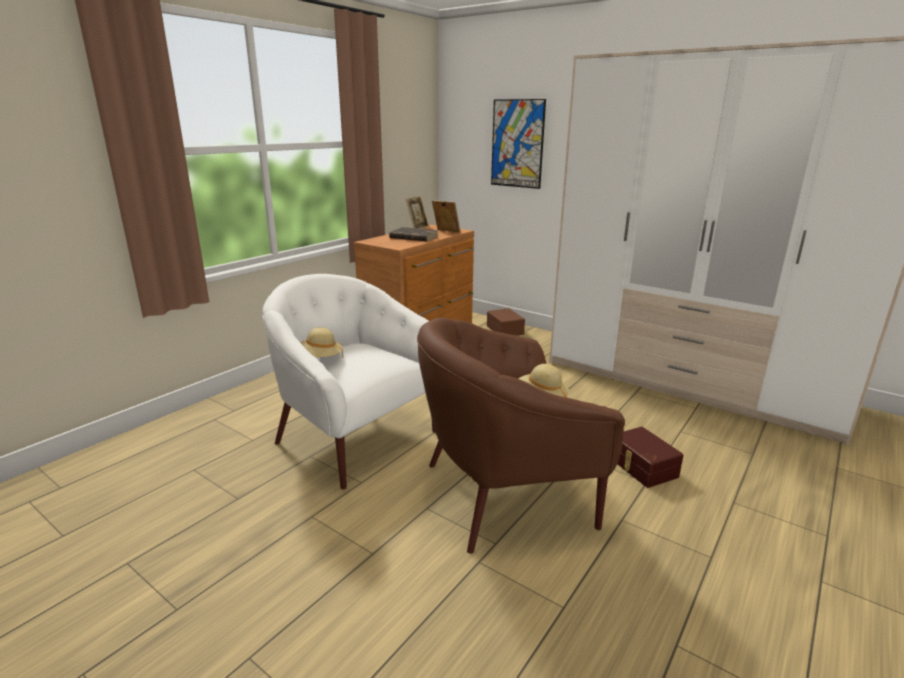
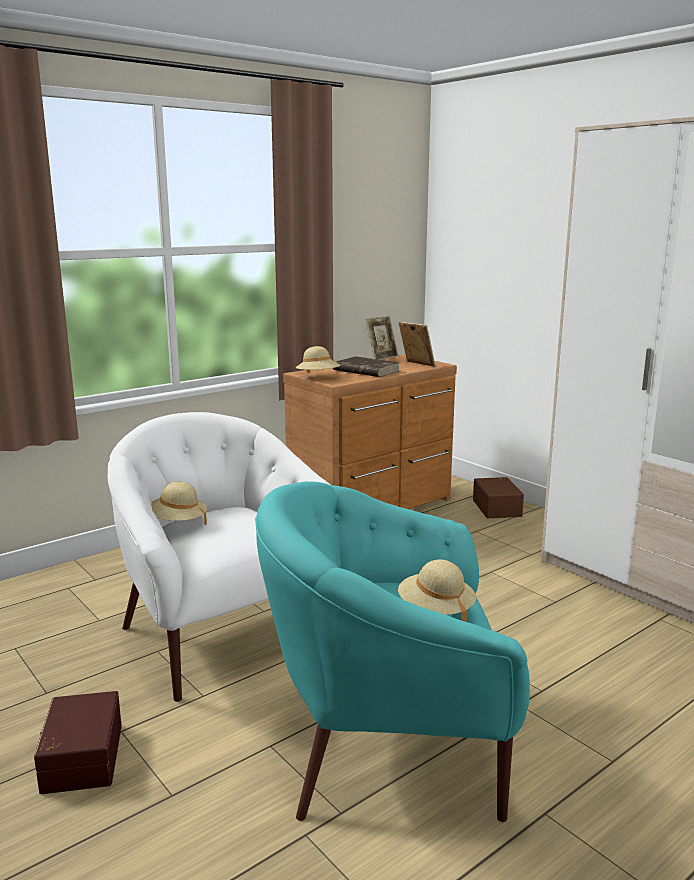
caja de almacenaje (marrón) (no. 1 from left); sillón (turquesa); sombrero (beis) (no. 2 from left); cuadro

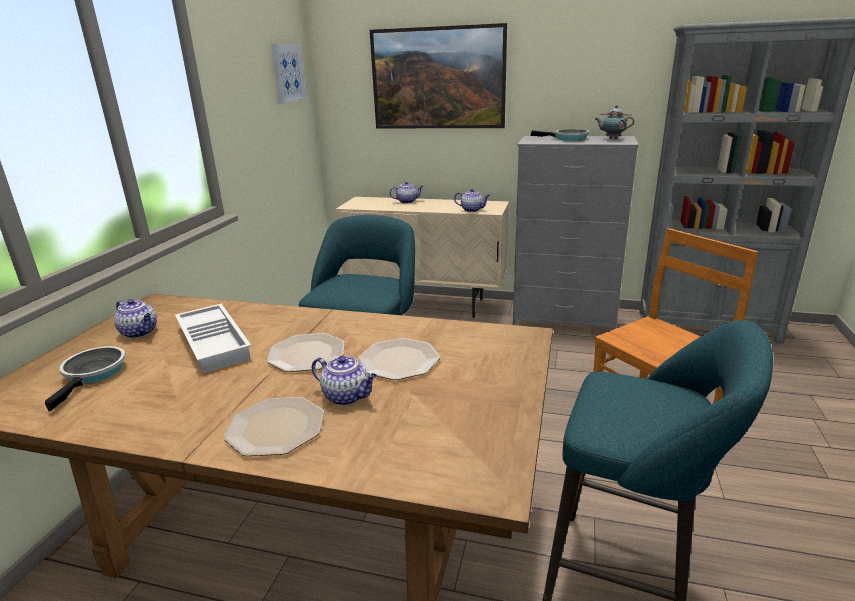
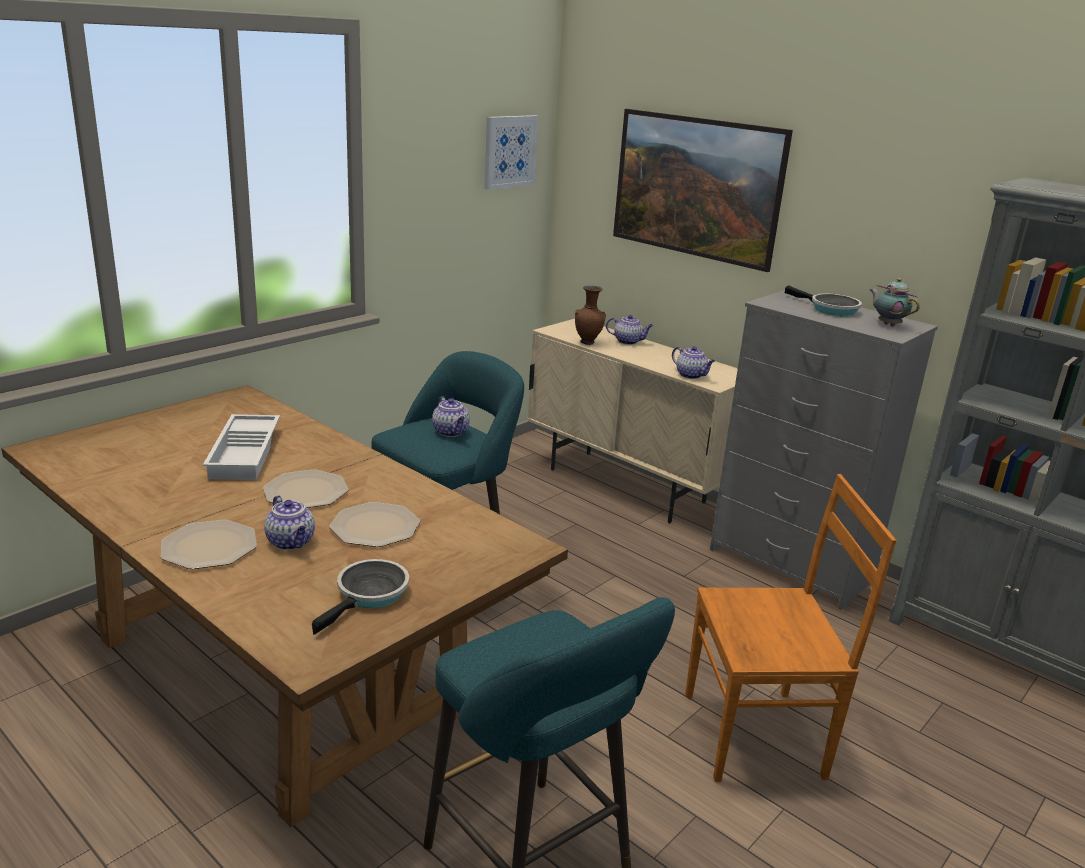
sartén (no. 1 from left); tetera (no. 2 from left); florero (marrón)

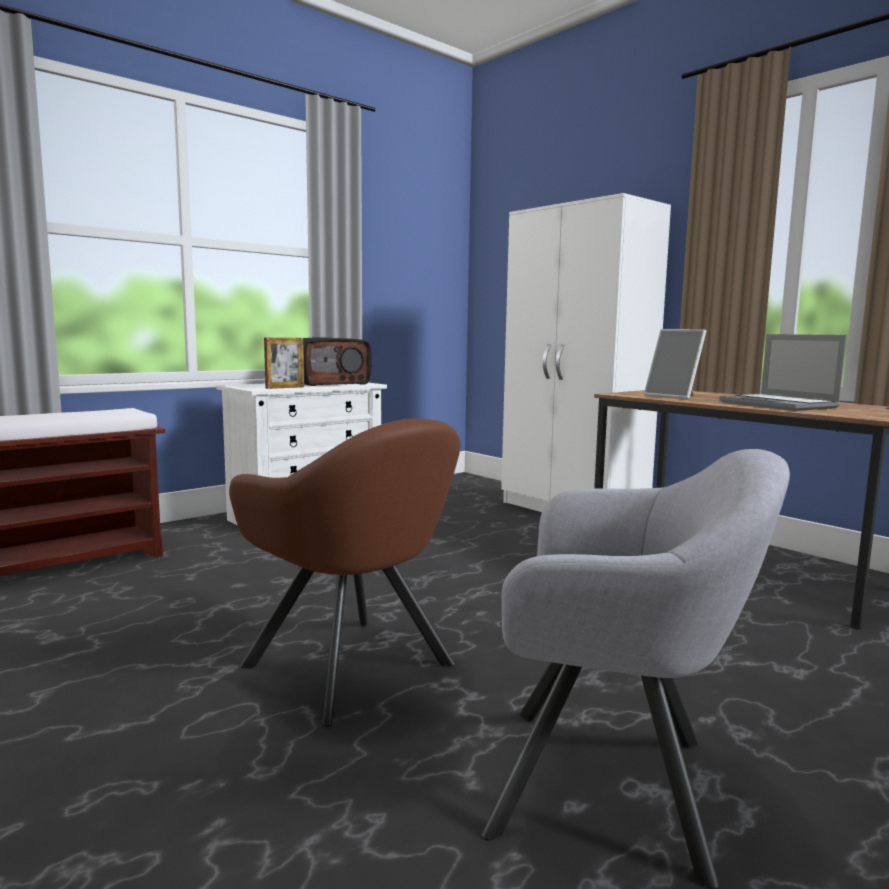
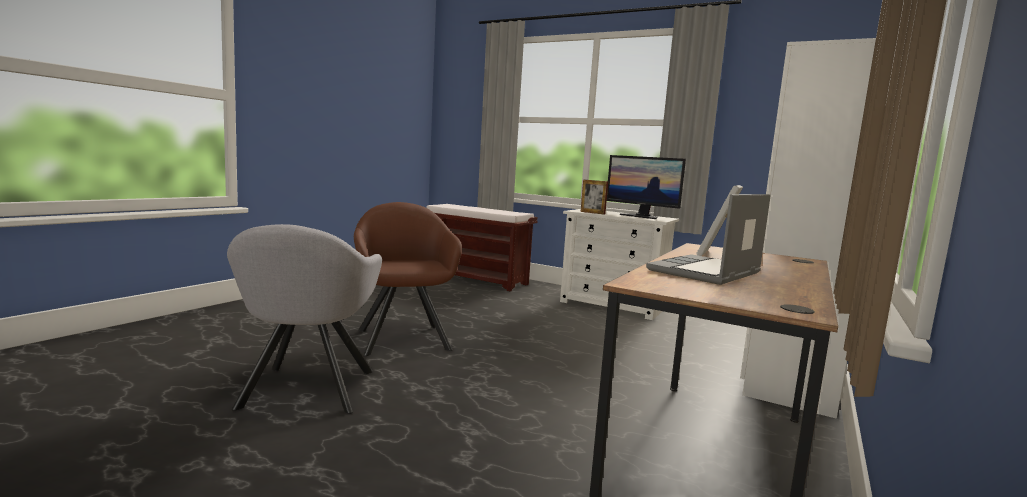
sillón (marrón); monitor

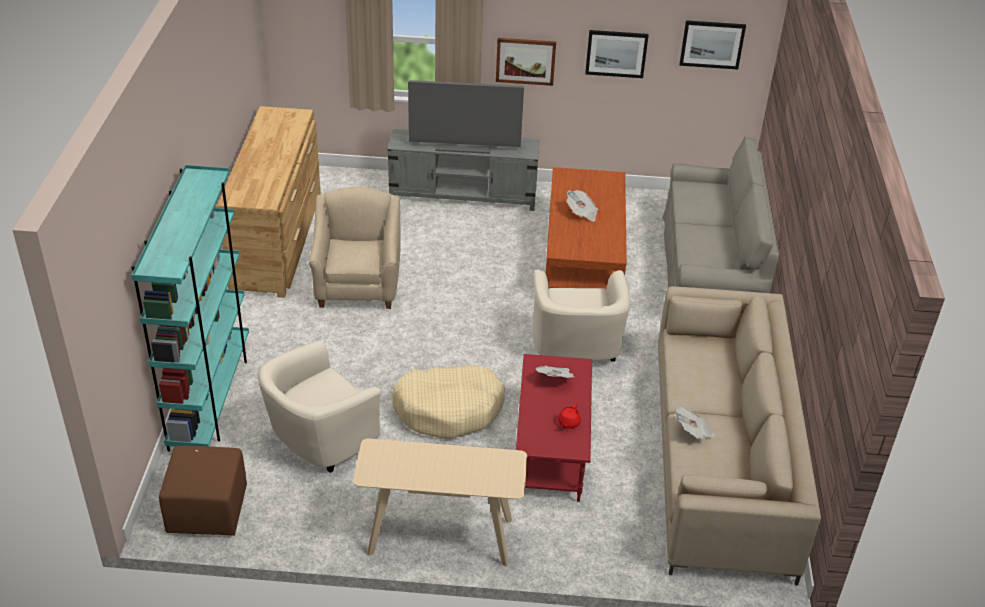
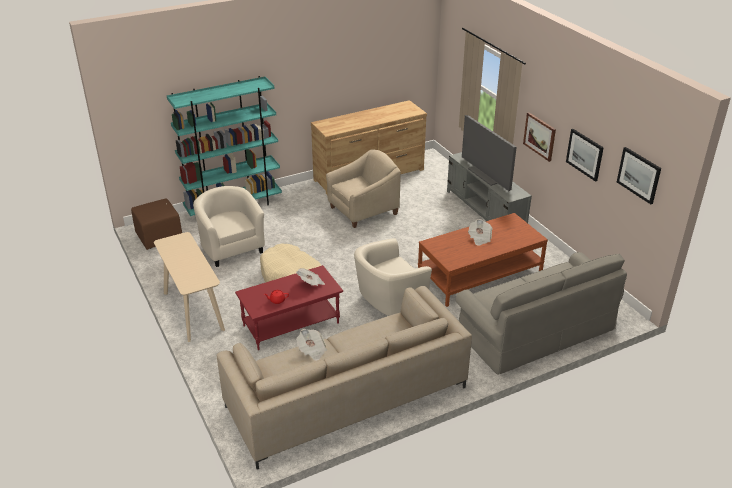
sillón (beis) (no. 1 from left)

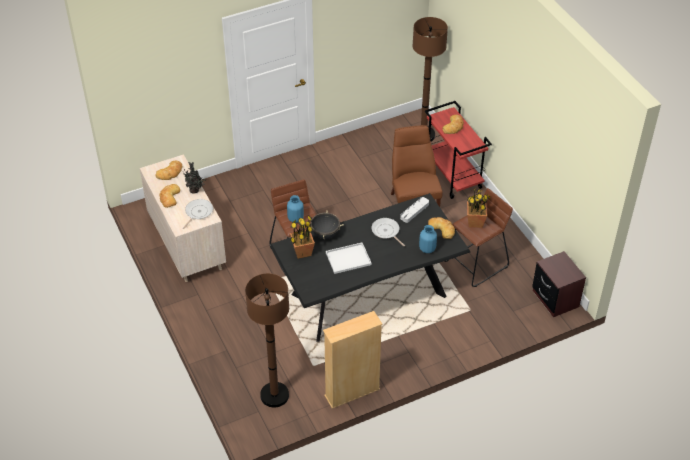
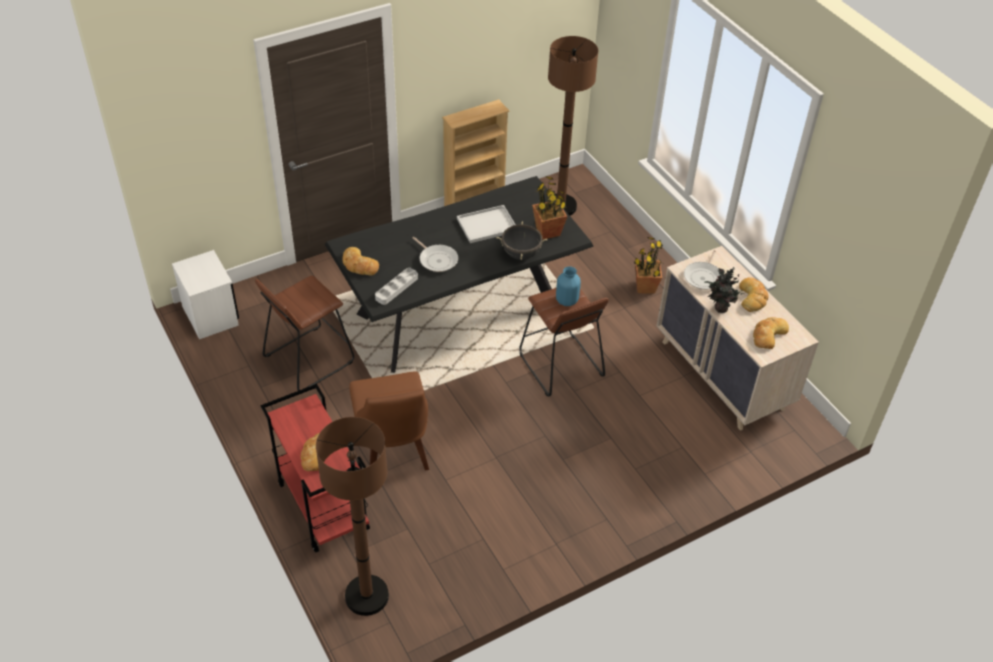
mesita de noche (blanco); planta en maceta (no. 2 from left); florero (azul) (no. 2 from left in the first image)

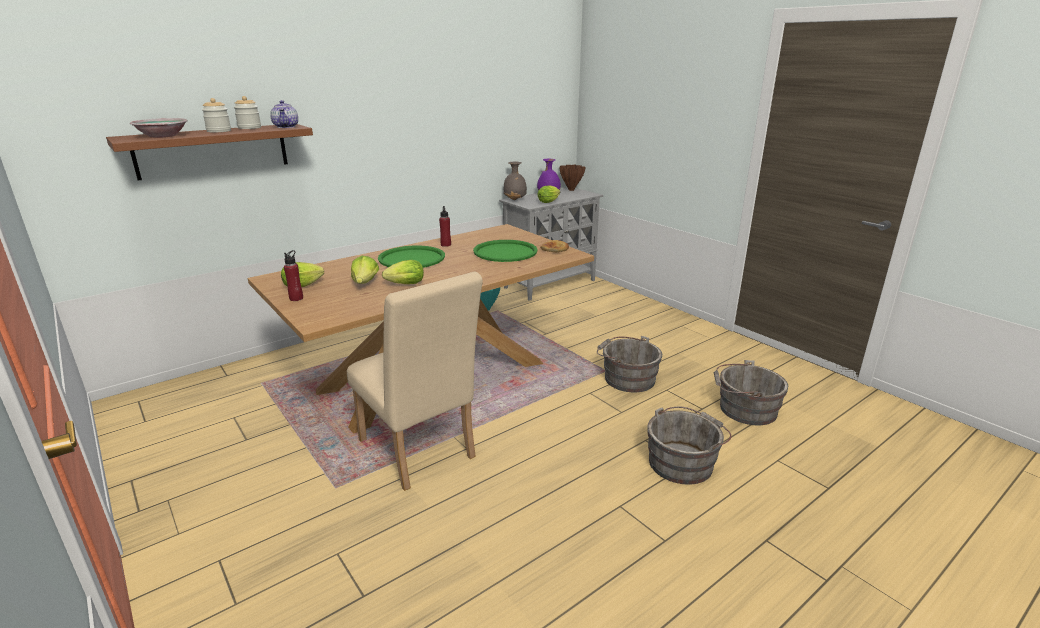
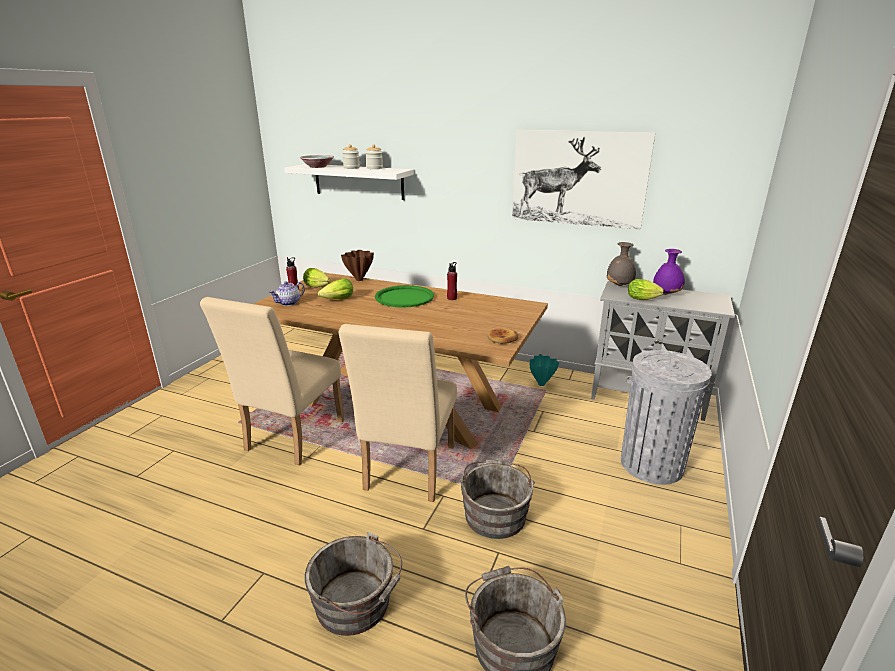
tetera; estante (blanco); silla (beis) (no. 2 from left); florero (marrón); cuadro; papelera (gris); lechuga (no. 3 from left in the first image); bandeja (verde) (no. 2 from left in the first image)

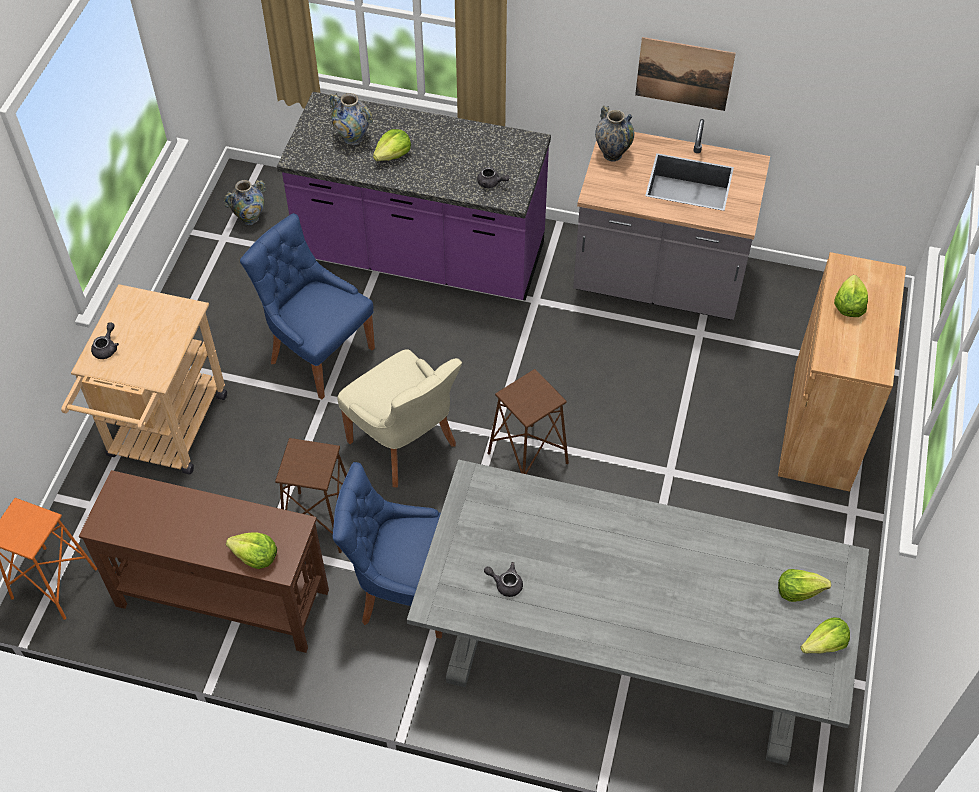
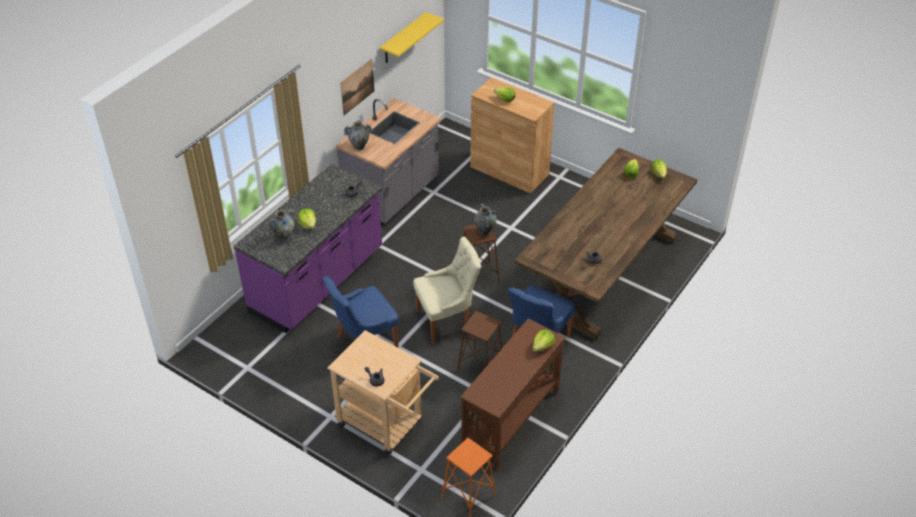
estante (amarillo); florero (no. 3 from left); mesa de comedor (marrón)

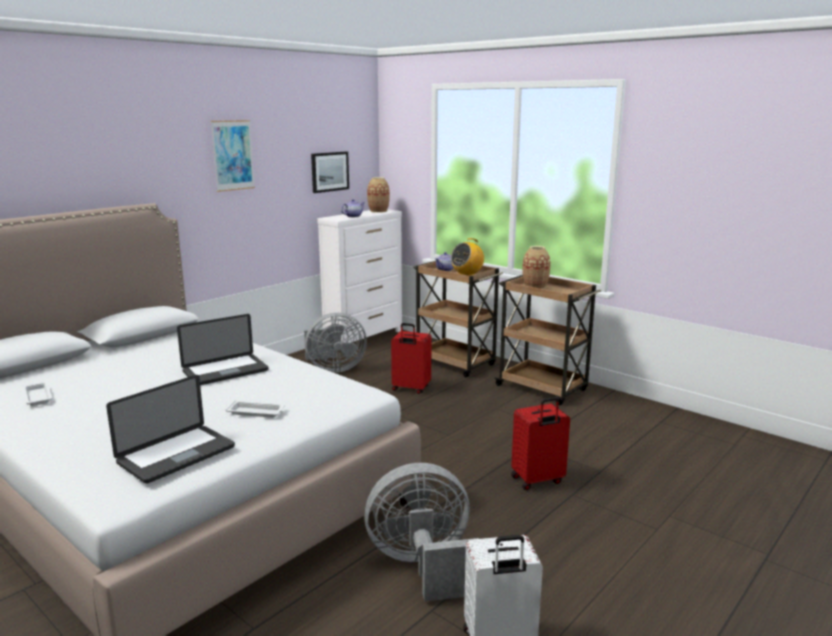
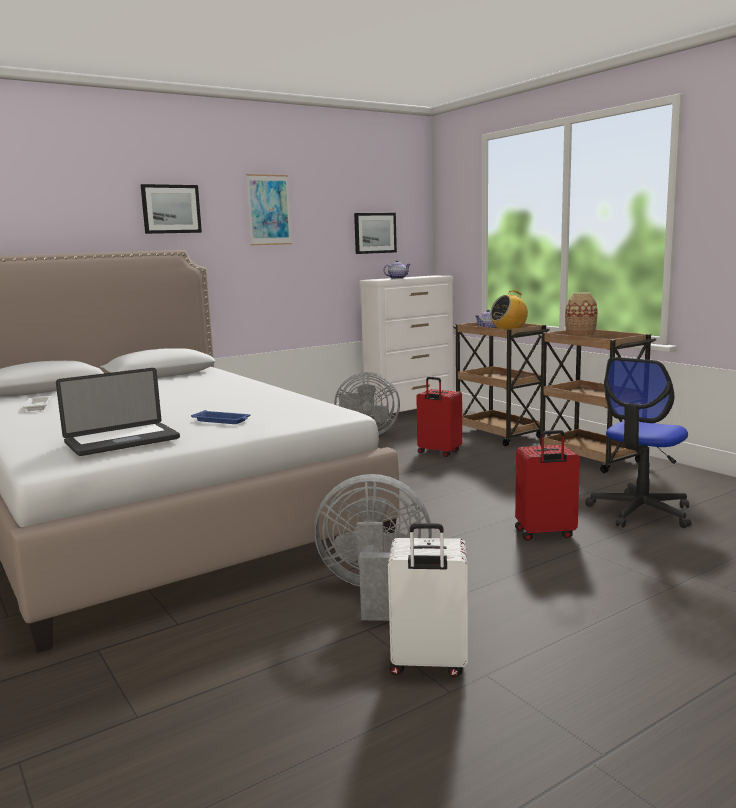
cuadro (no. 1 from left); bandeja (azul); silla de oficina; portátil (no. 2 from left in the first image); florero (no. 1 from left in the first image)

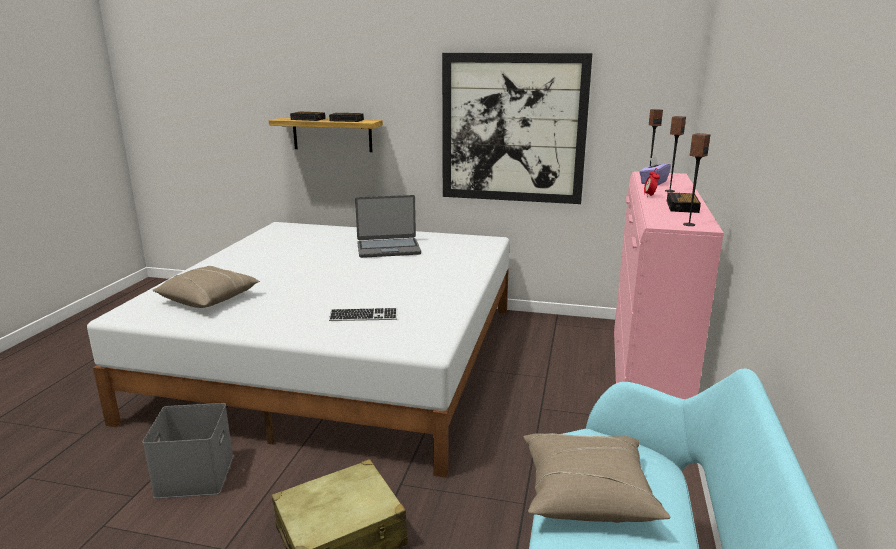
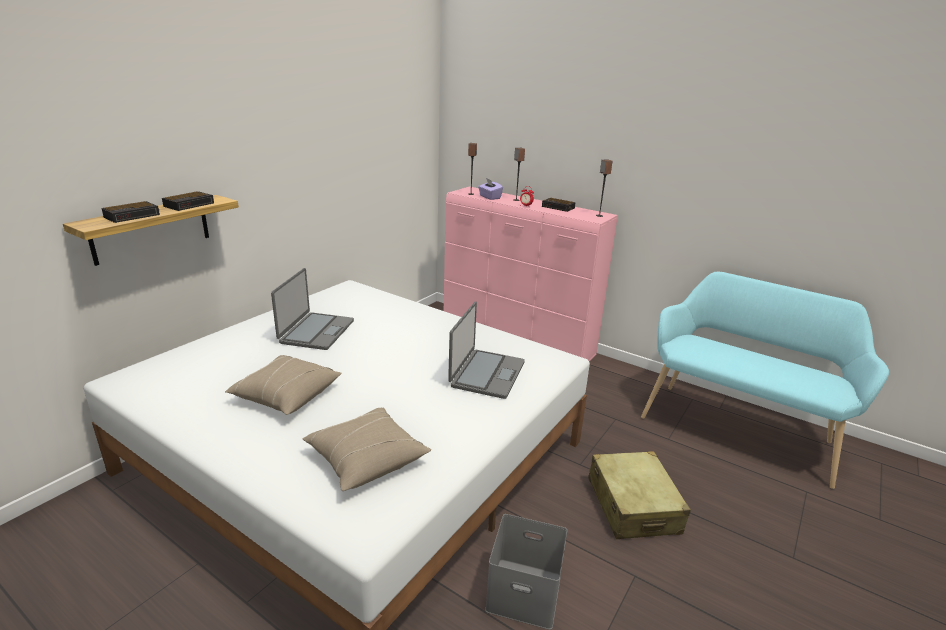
cojín (beis) (no. 1 from left); portátil (no. 2 from left); cuadro

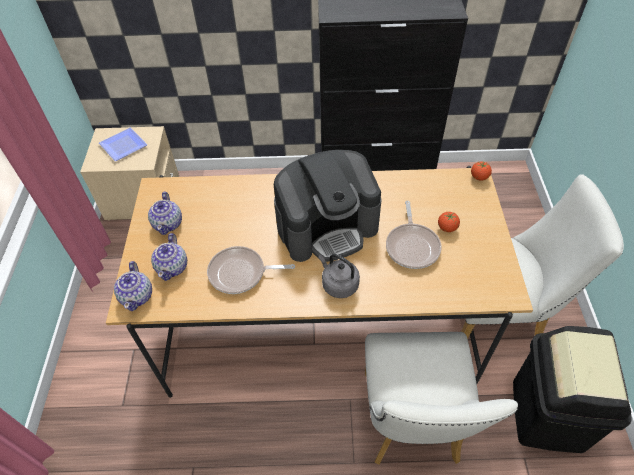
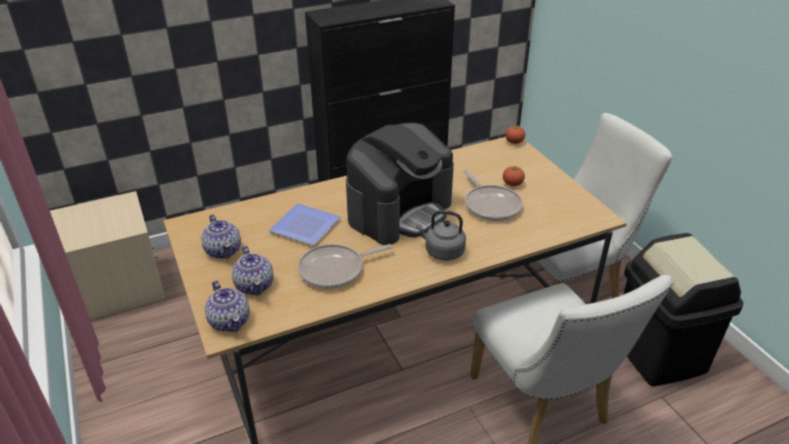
plato

